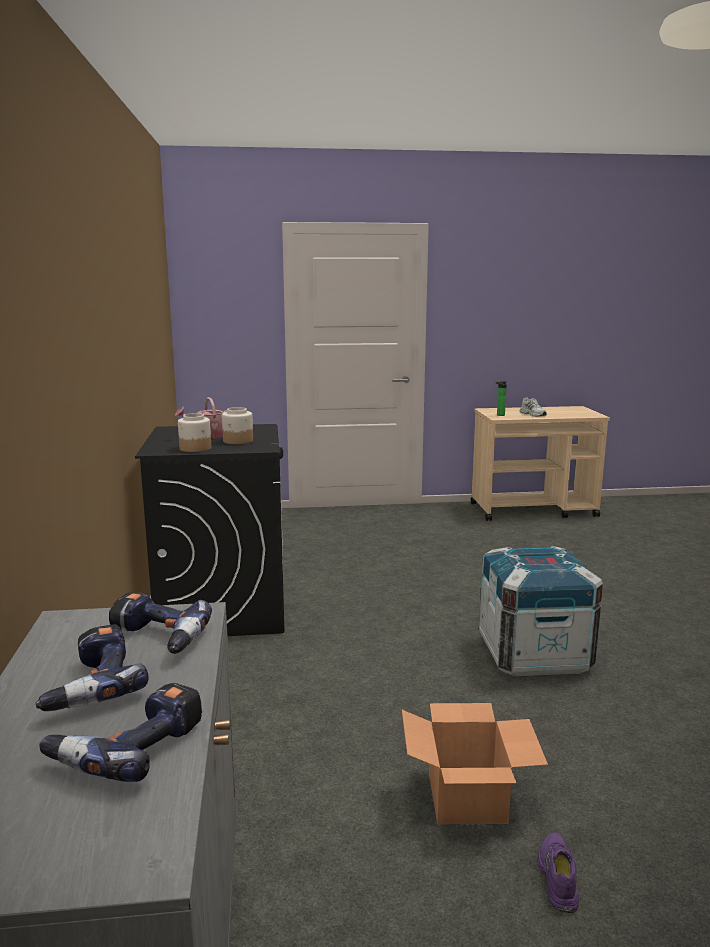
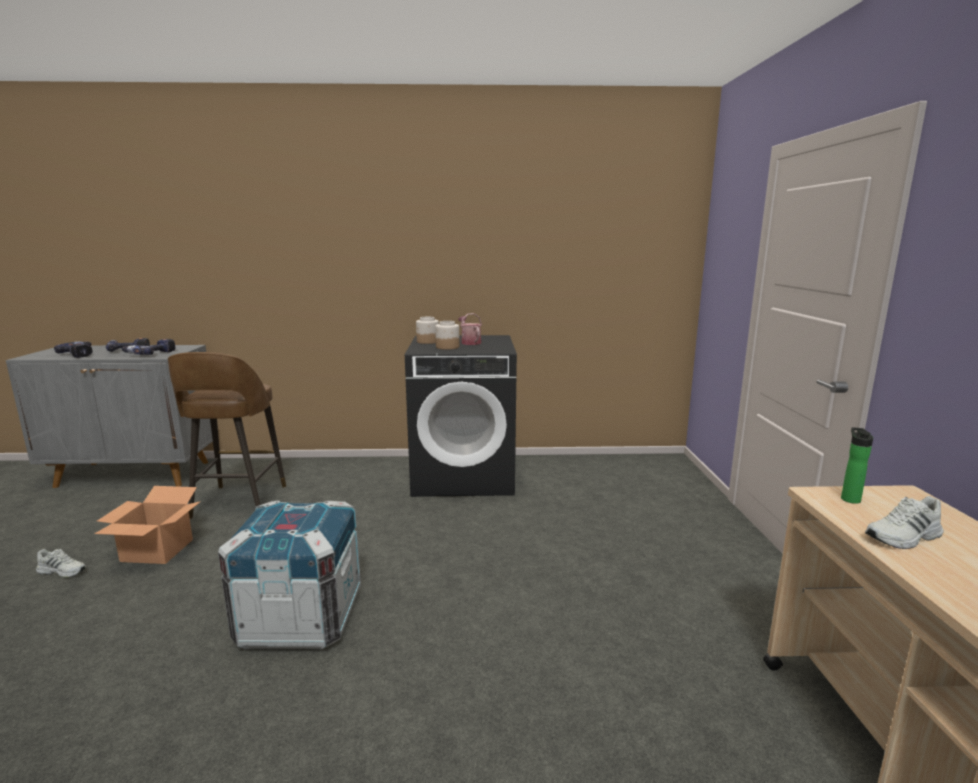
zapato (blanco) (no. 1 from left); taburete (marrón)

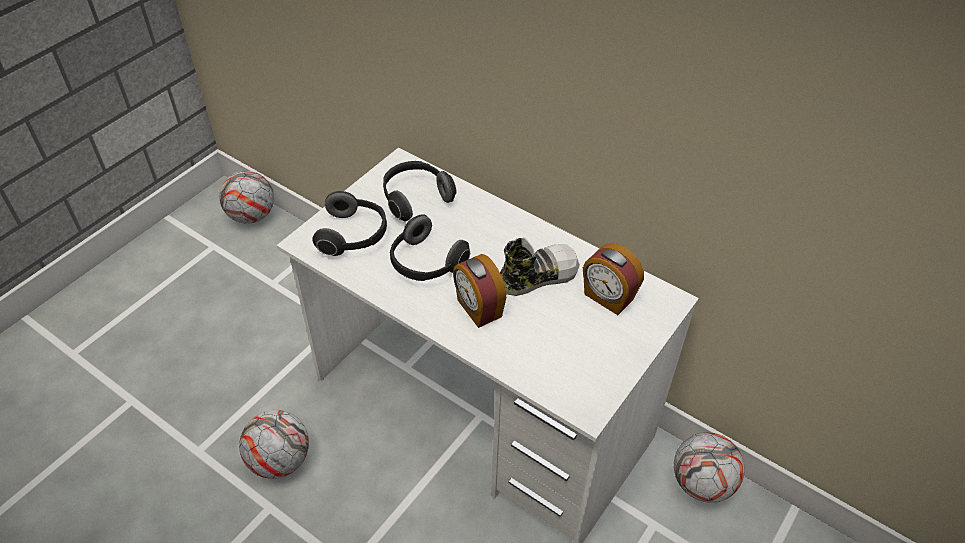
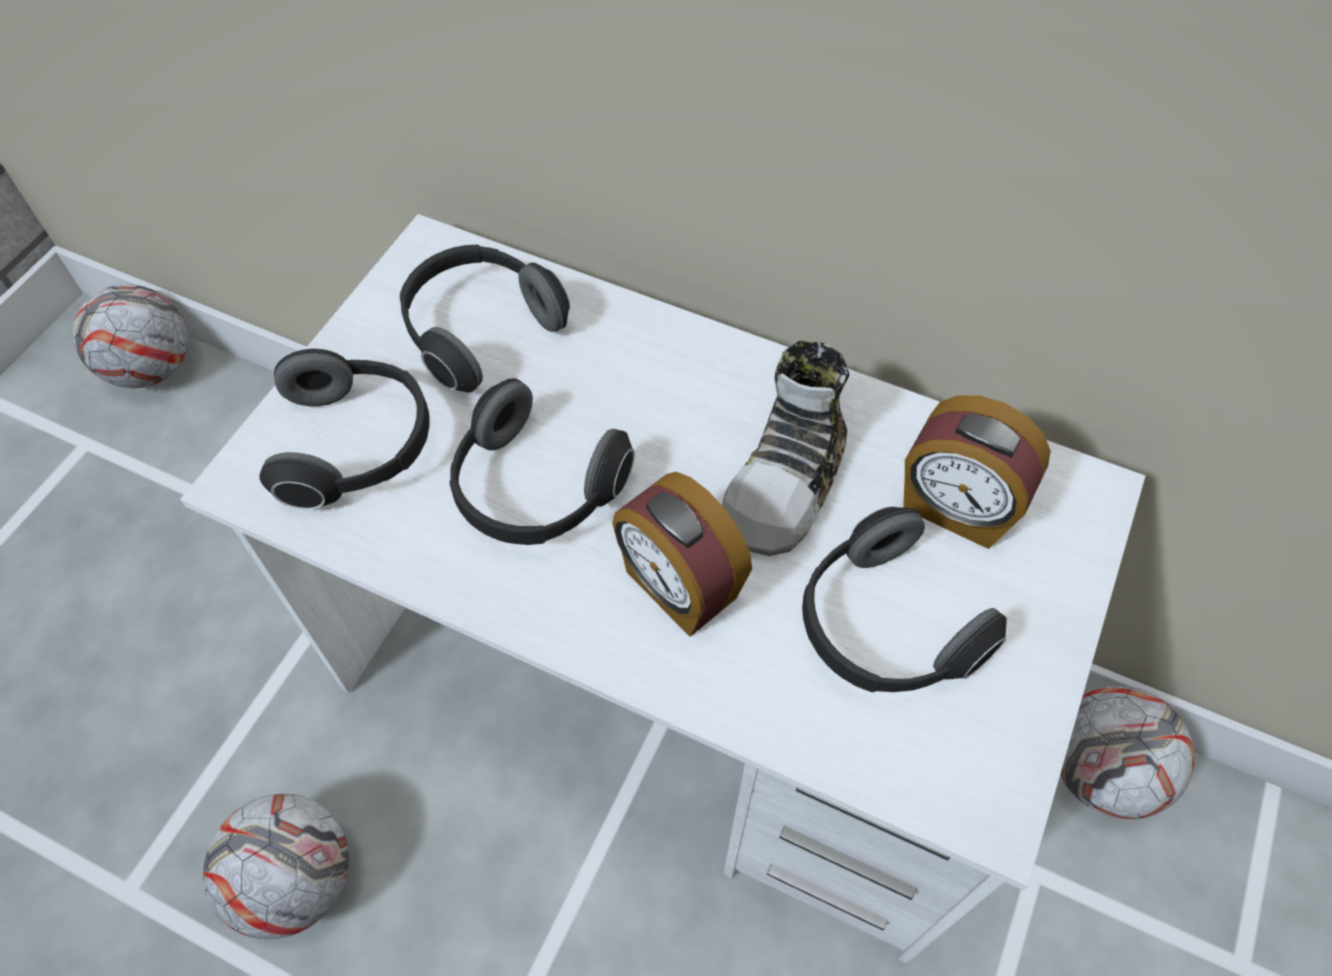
zapato; auriculares (no. 4 from left)

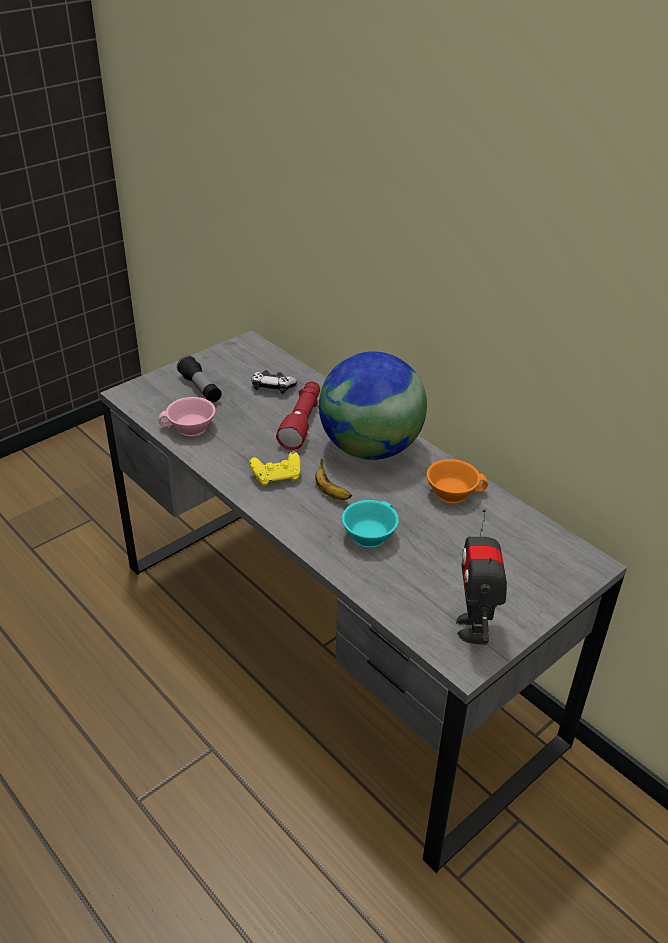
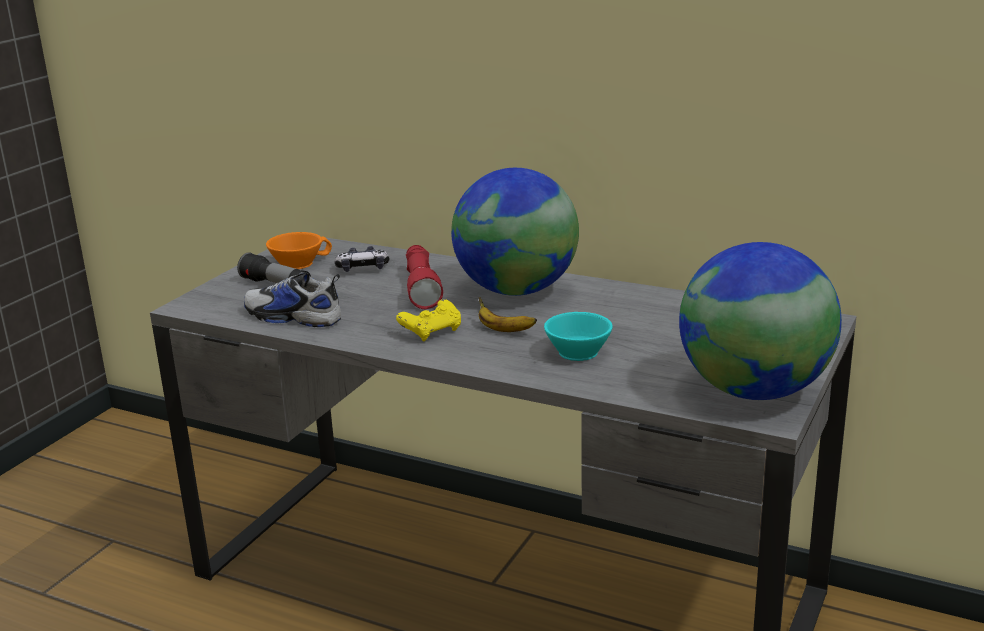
zapato; taza (naranja); globo terráqueo (no. 2 from left)

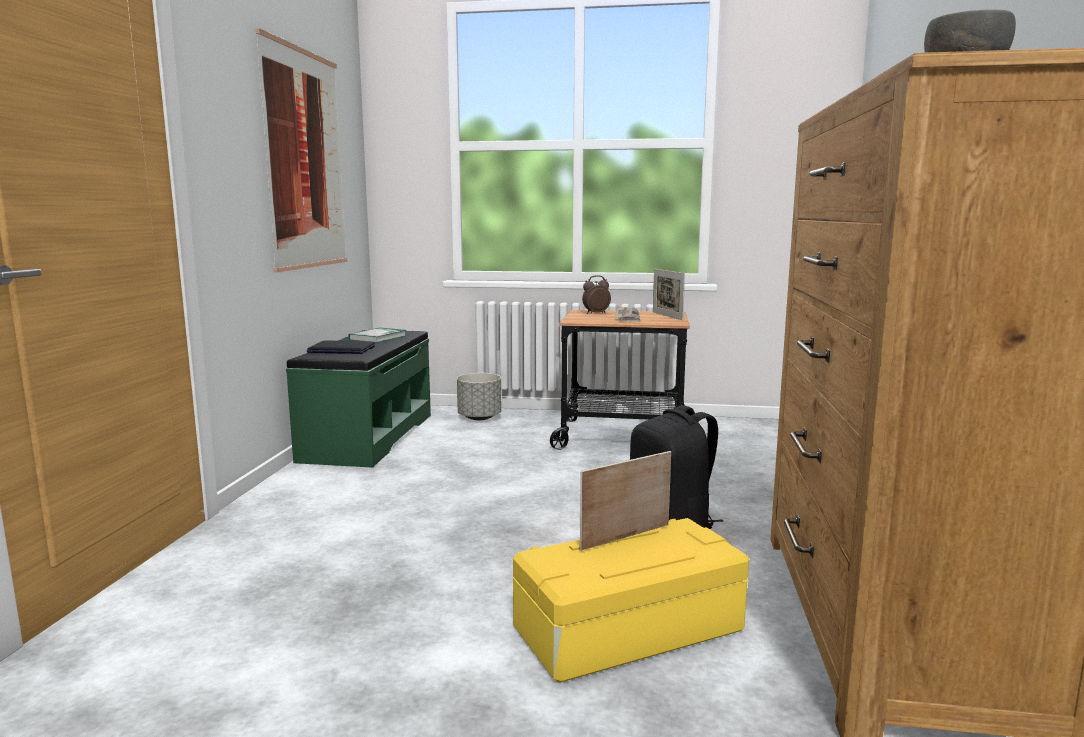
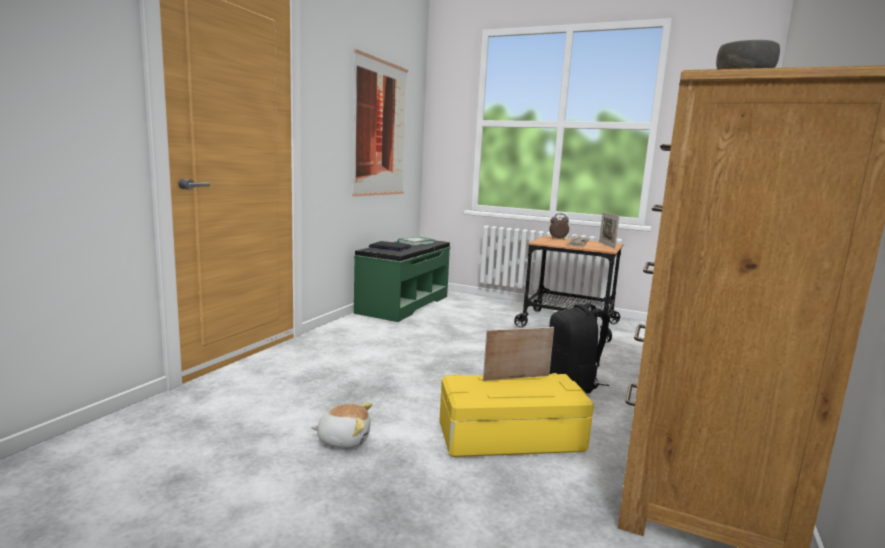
peluche; maceta (gris)

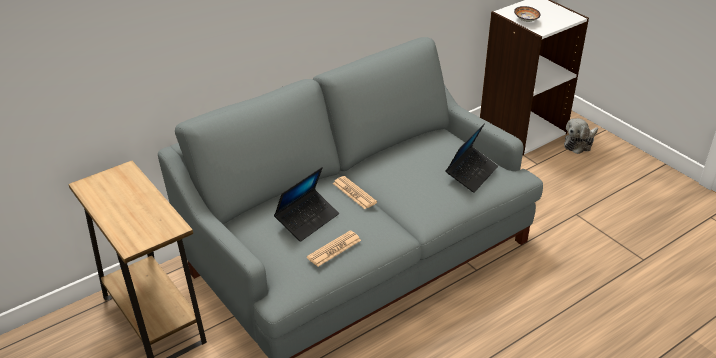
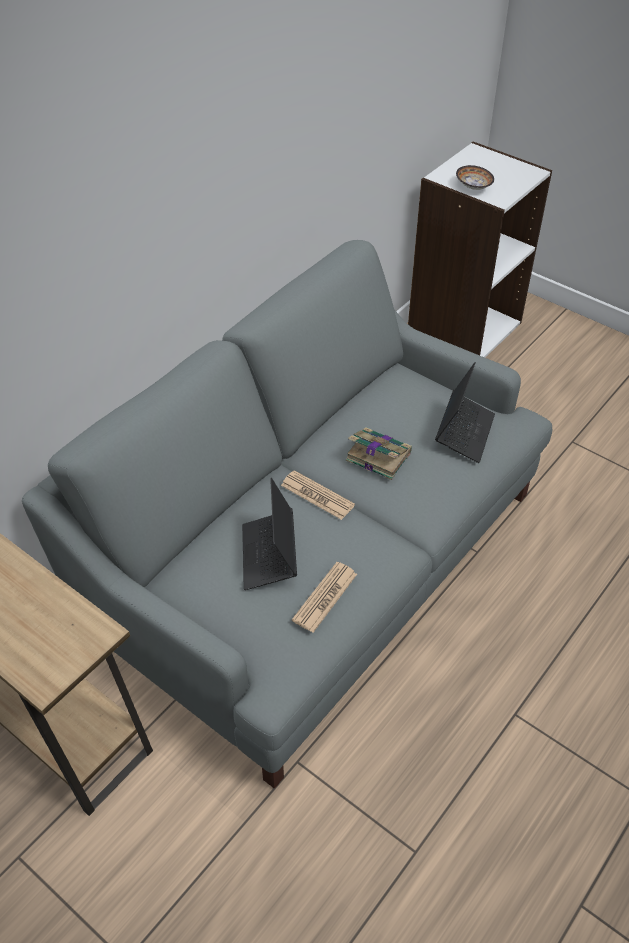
portátil (no. 1 from left); libro; peluche

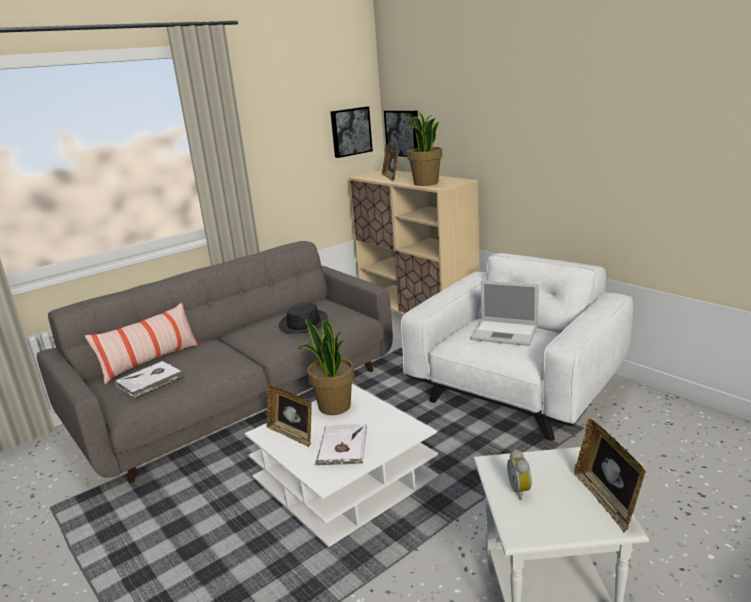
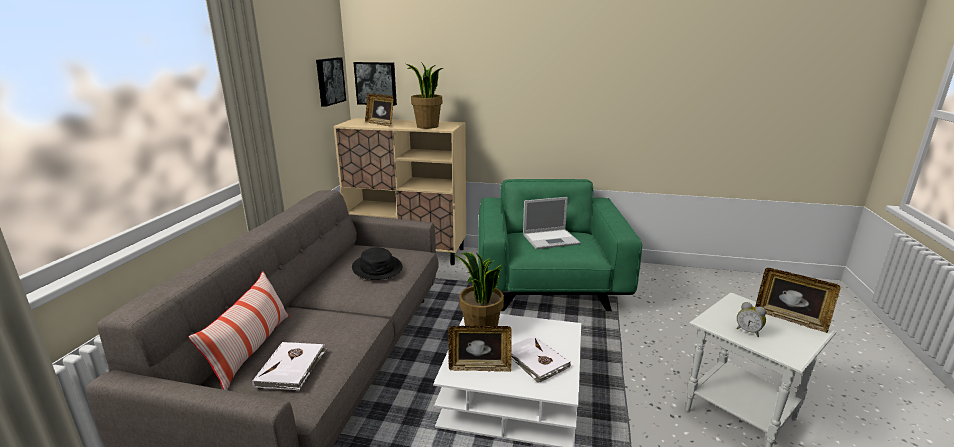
sillón (verde)

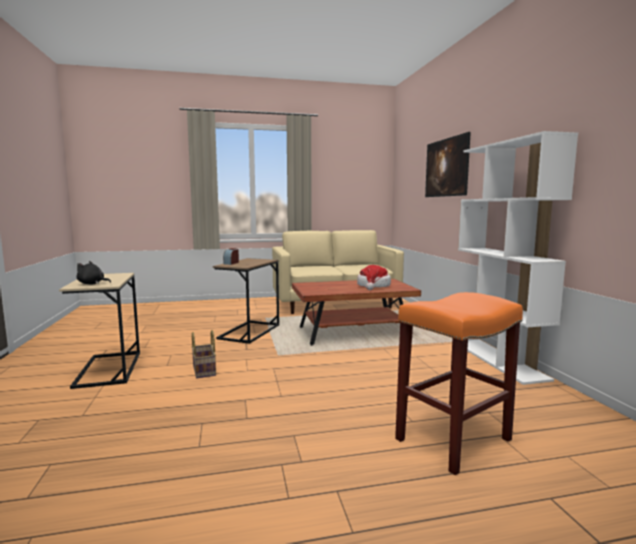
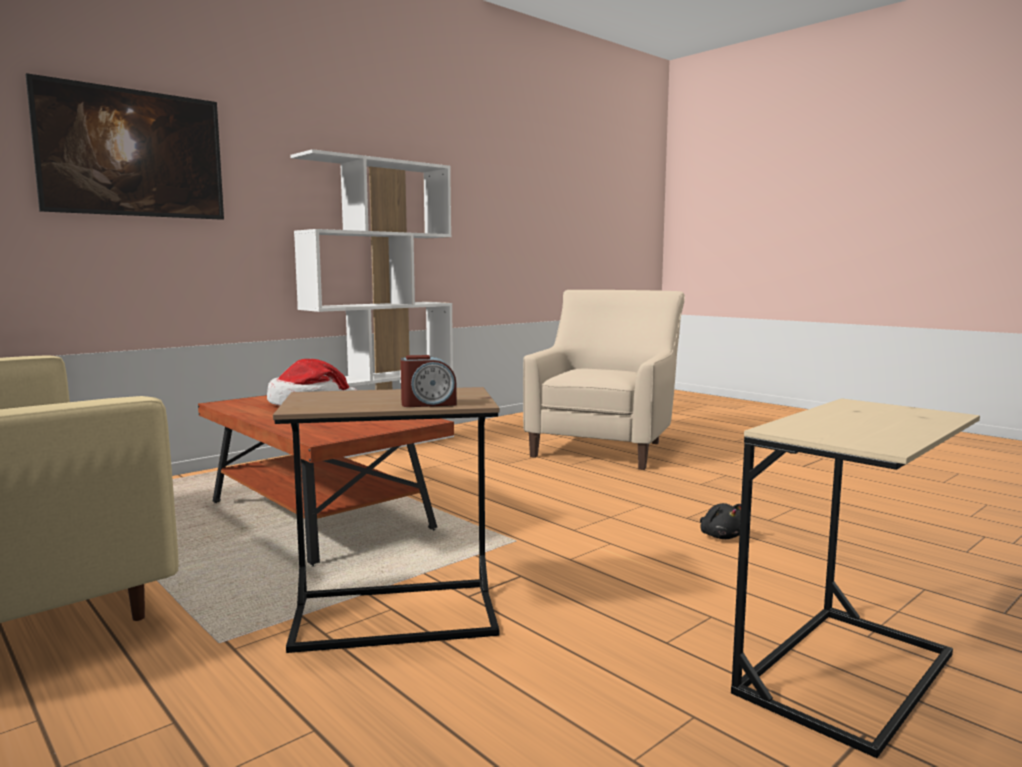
sillón (beis); peluche (negro); cesta

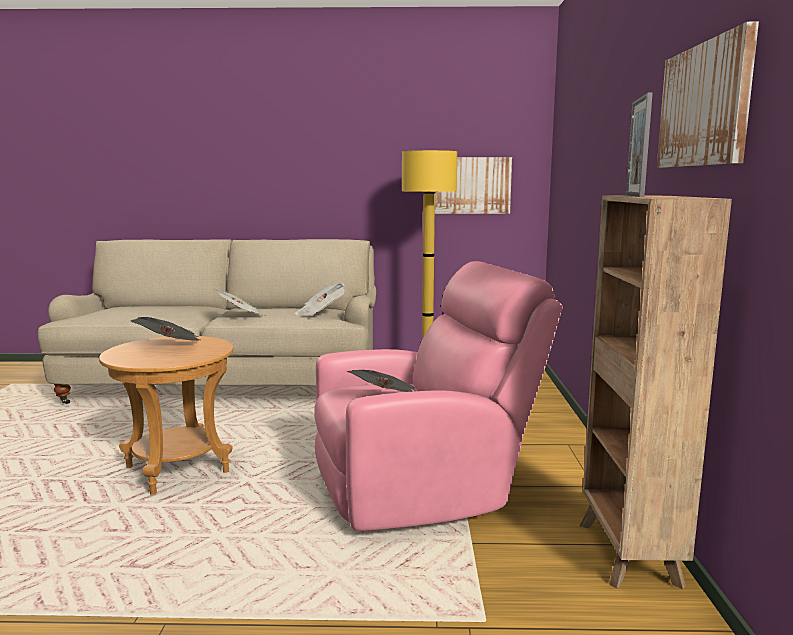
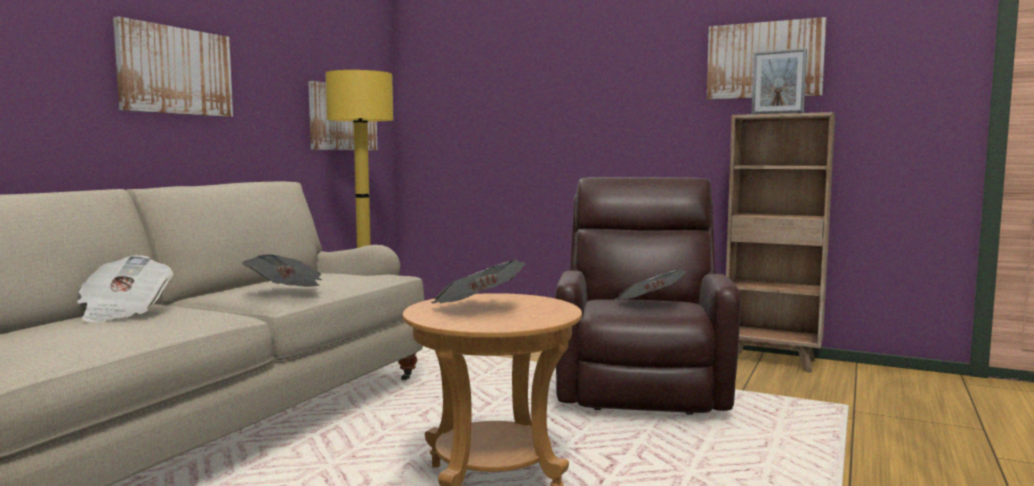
periódico (no. 1 from left); cuadro (no. 1 from left); sillón (marrón)

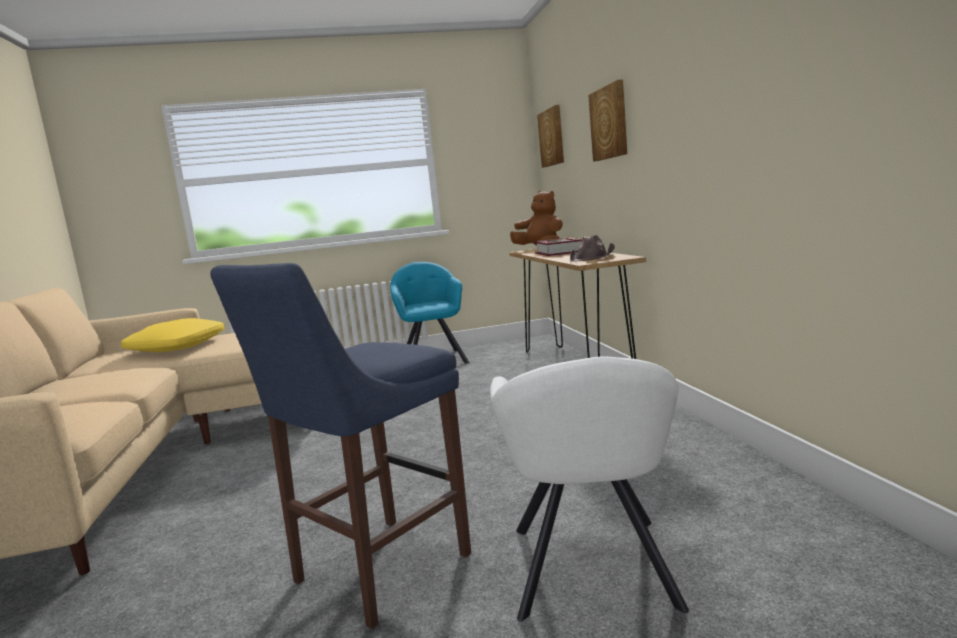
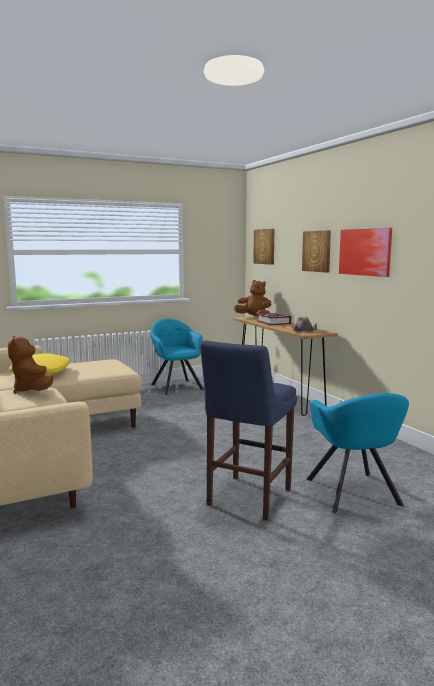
peluche (marrón) (no. 1 from left); sillón (turquesa) (no. 2 from left); cuadro (no. 3 from left)

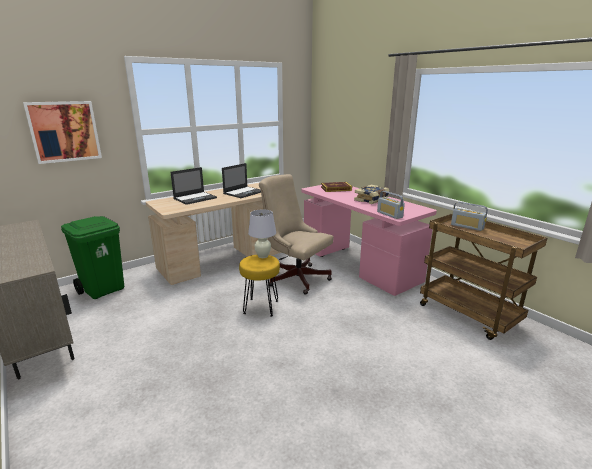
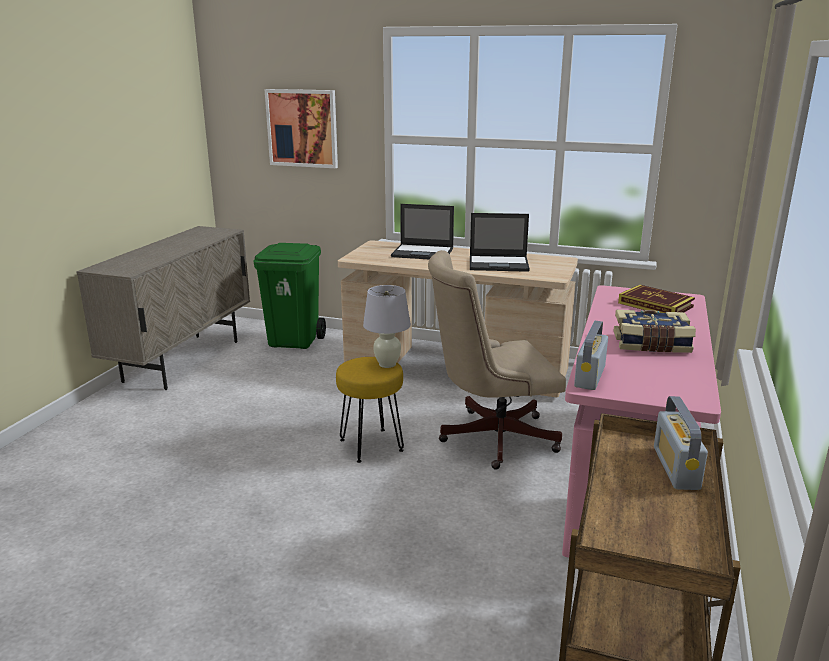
silla de oficina (beis)

